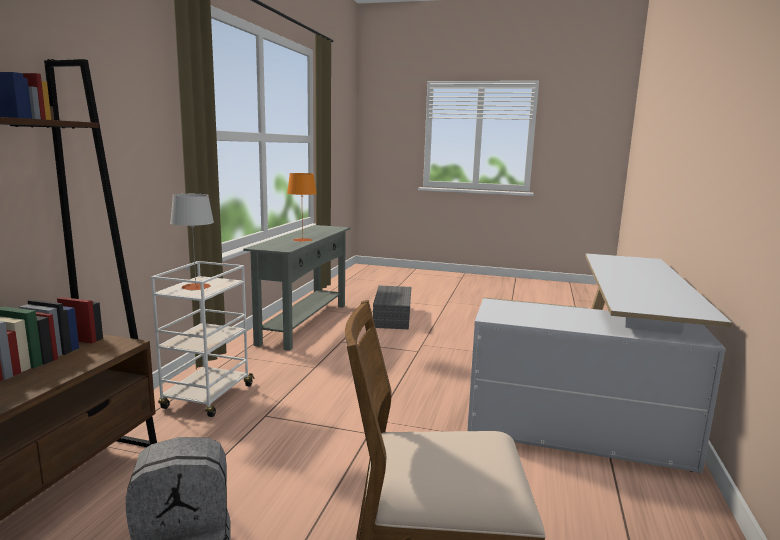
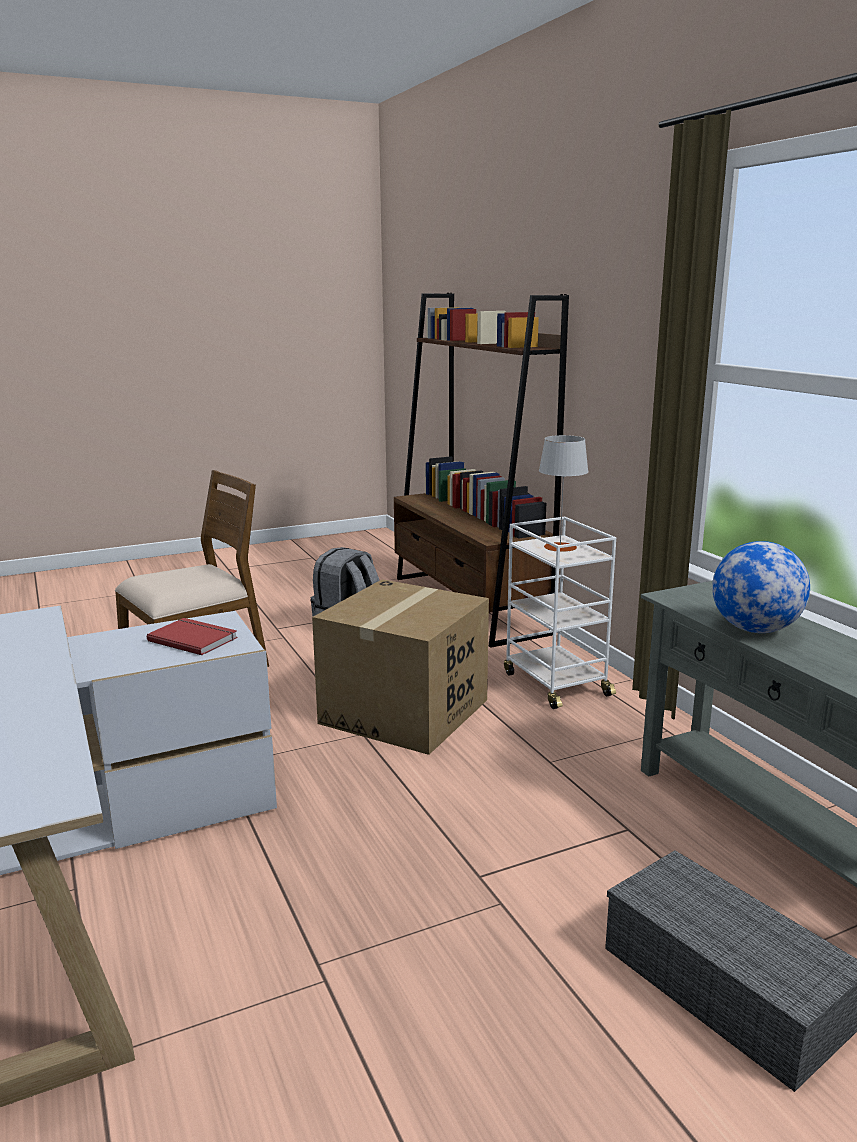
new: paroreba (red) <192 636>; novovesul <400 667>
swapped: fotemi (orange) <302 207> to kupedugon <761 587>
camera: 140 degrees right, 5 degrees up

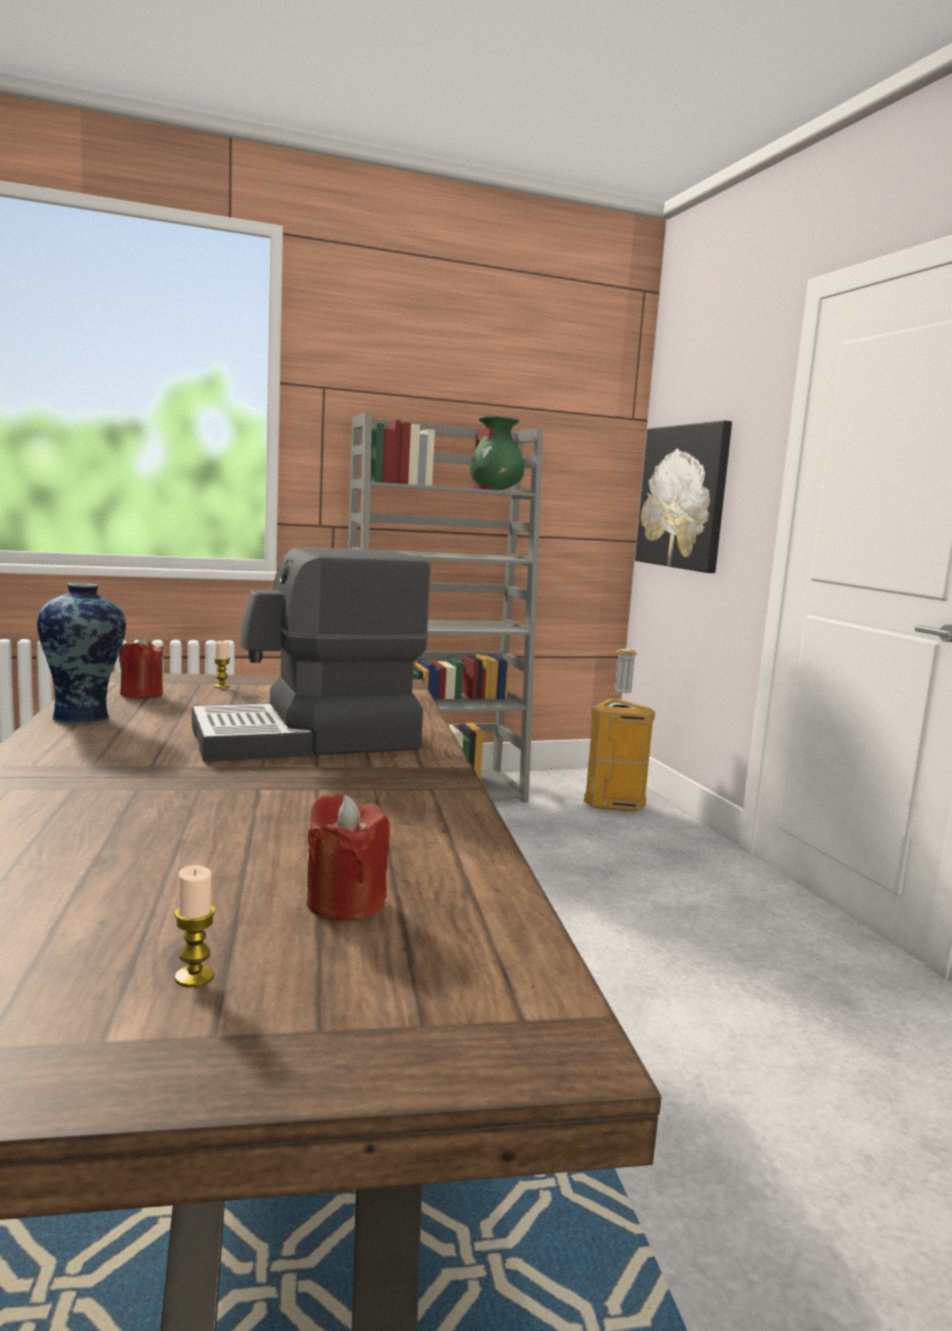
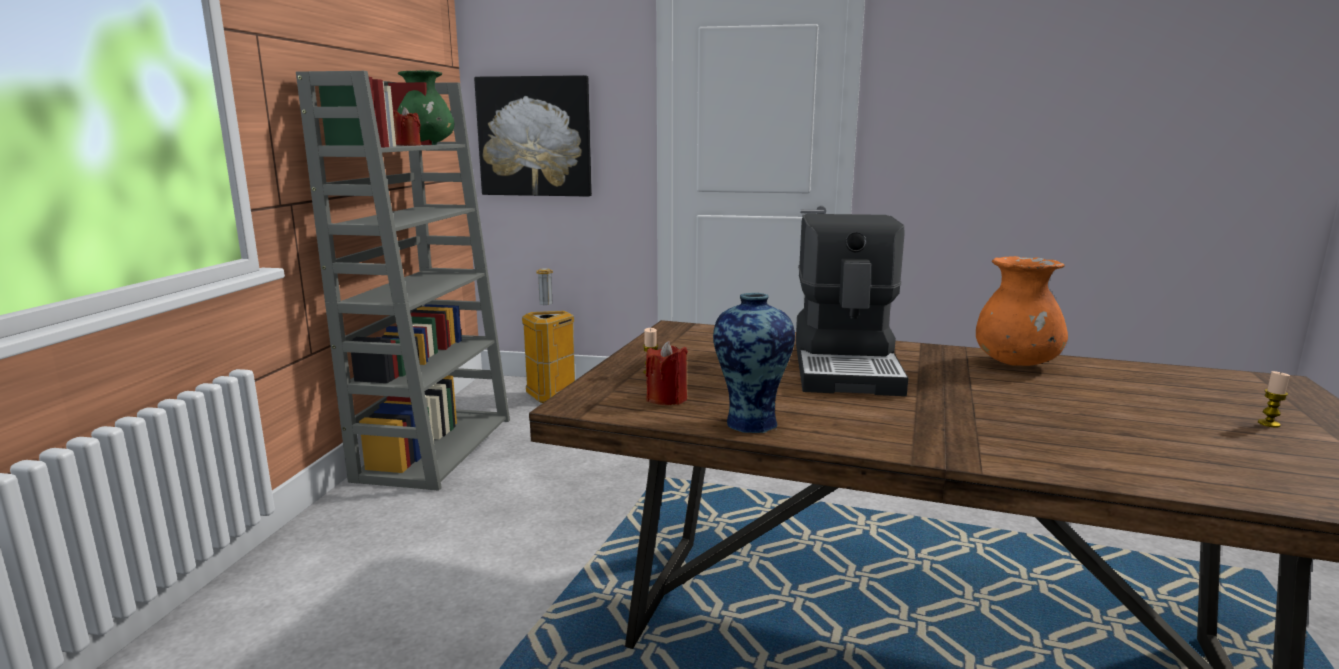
new: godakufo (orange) <1022 311>
shifted: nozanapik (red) <348 857> to <407 126>
camera: 60 degrees left, 5 degrees up

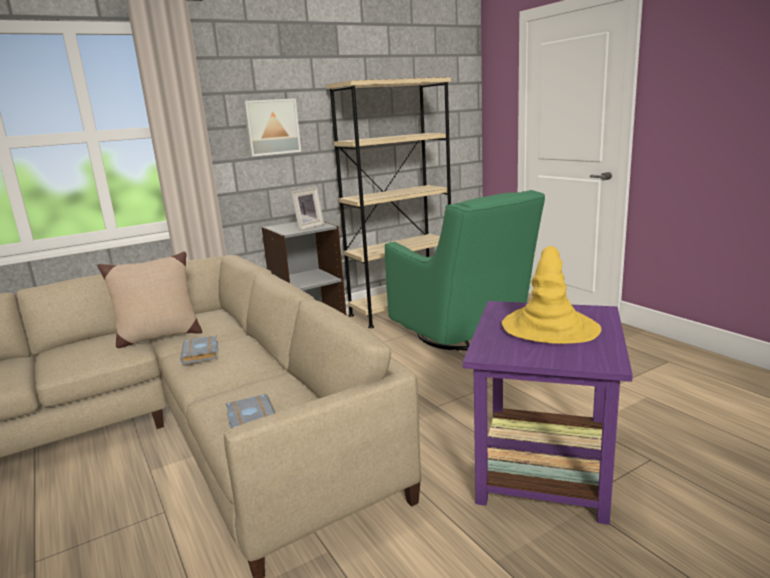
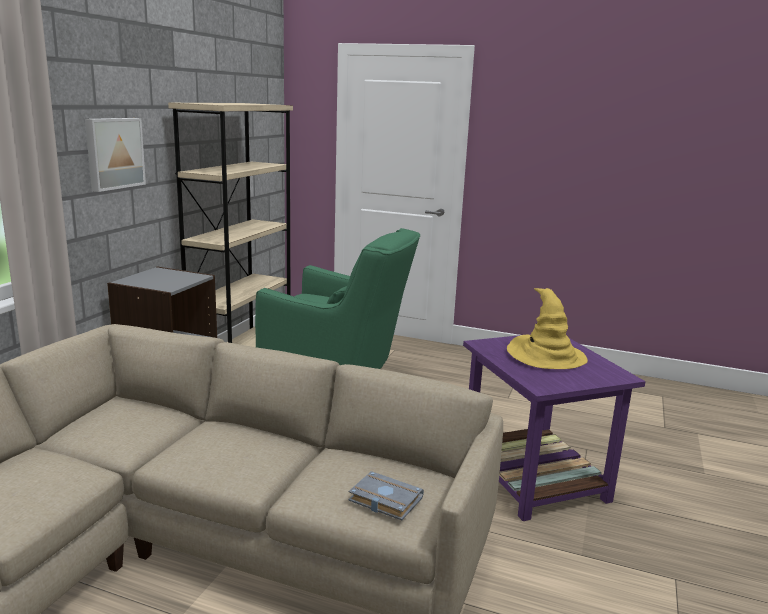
gone: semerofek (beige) <149 299>; paroreba (grey) <199 349>; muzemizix <307 208>
camera: 40 degrees left, 0 degrees up

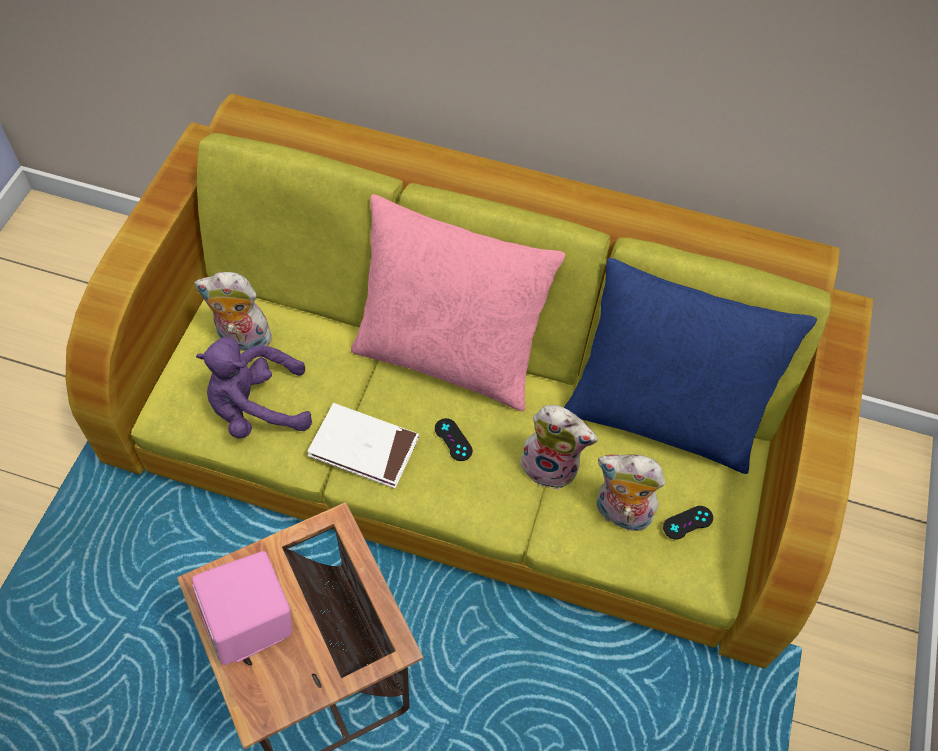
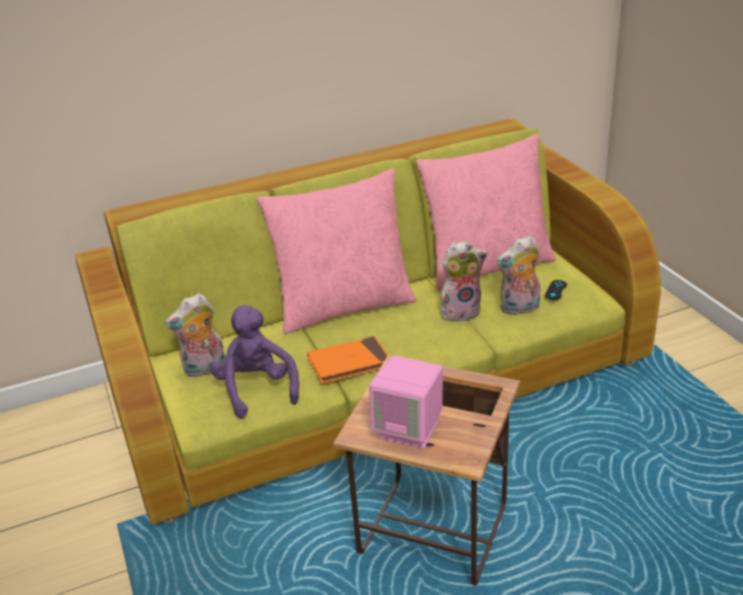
gone: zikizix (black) <454 439>
repainted: paroreba (white) <363 445> to paroreba (orange) <347 359>; semerofek (blue) <690 366> to semerofek (pink) <486 212>
rotated: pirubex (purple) <254 387> = <254 361> 120 degrees clockwise
camera: 35 degrees left, 25 degrees down

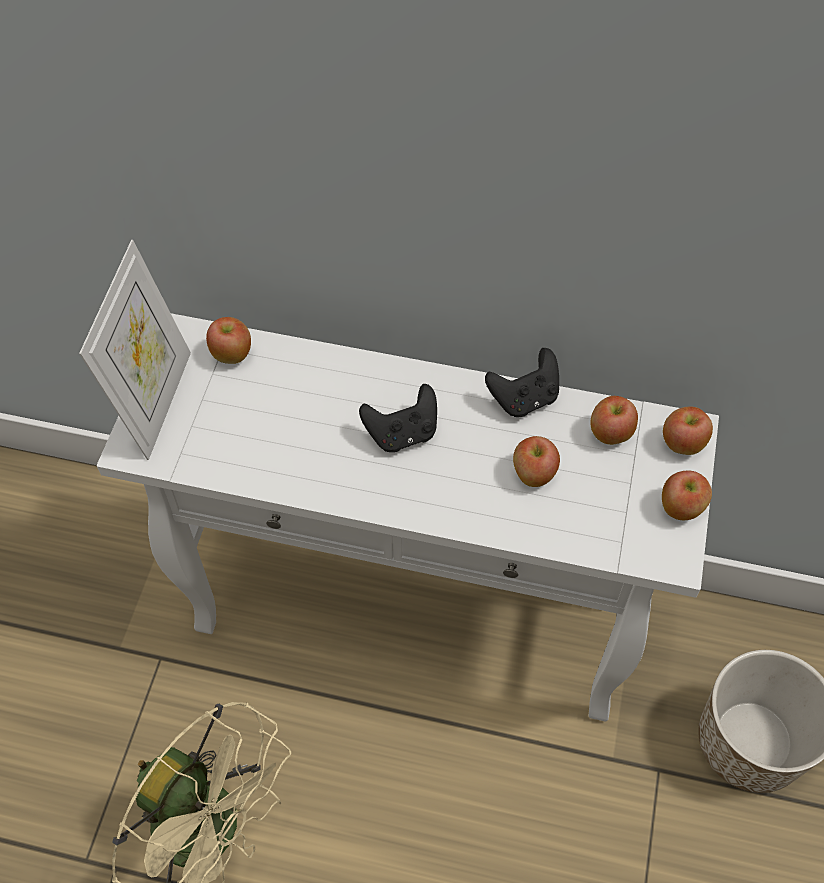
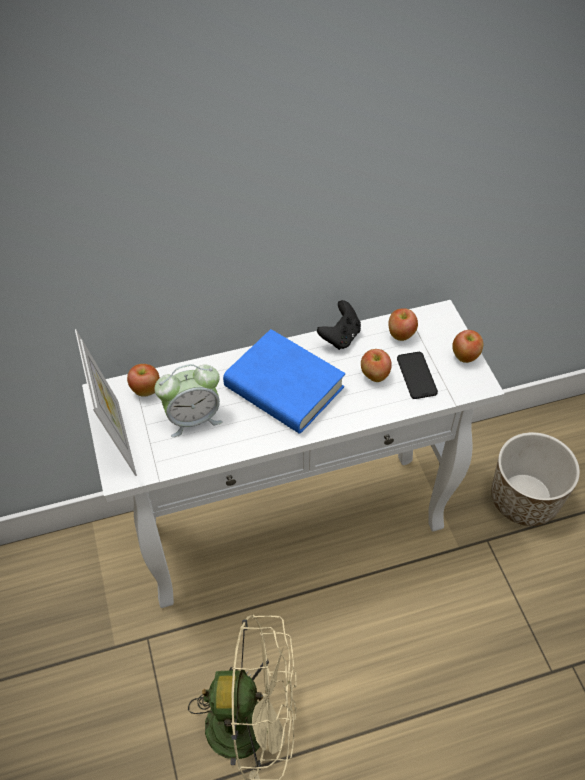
gone: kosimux <688 430>
new: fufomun <189 400>; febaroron <417 375>
swapped: zikizix (black) <398 418> to paroreba (blue) <284 381>
camera: 30 degrees left, 5 degrees down

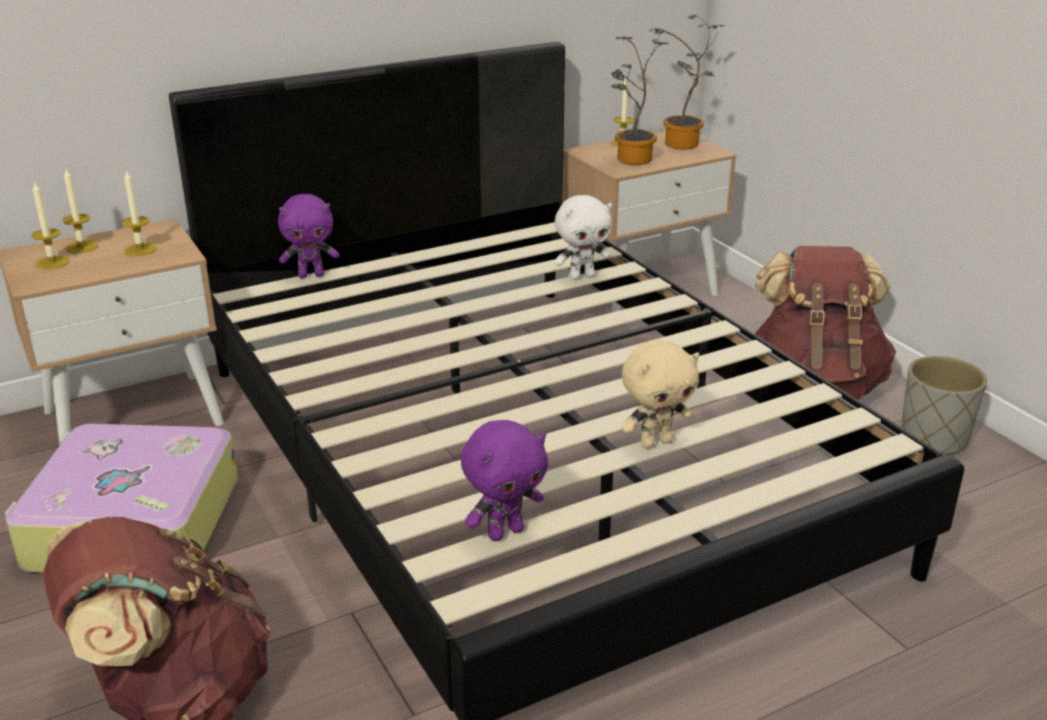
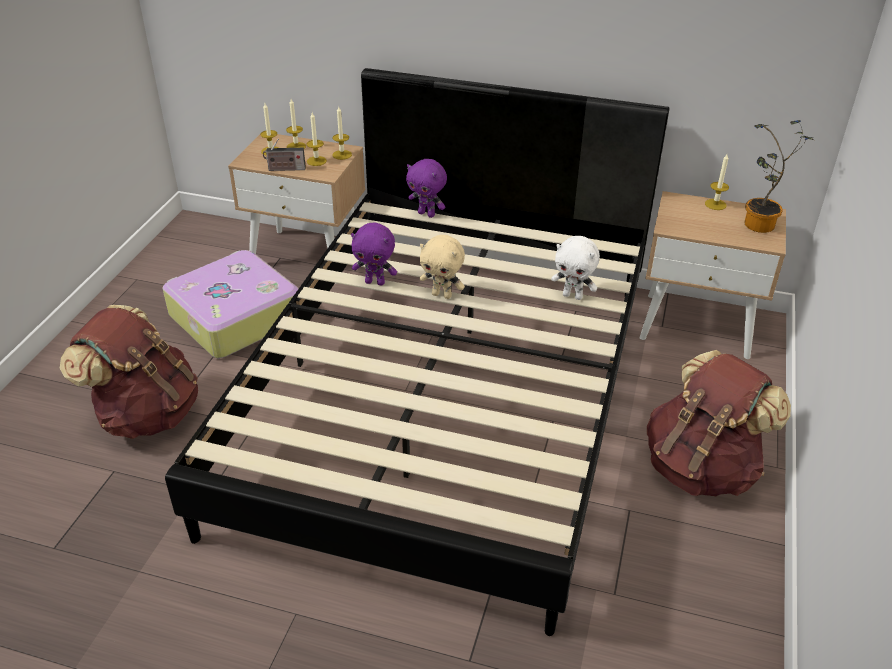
gone: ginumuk <639 96>; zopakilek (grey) <944 406>
new: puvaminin <284 155>; nozanapik <342 133>
shifted: pirubex (purple) <504 480> to <374 254>; pirubex (beige) <660 394> to <442 267>
camera: 45 degrees right, 10 degrees up

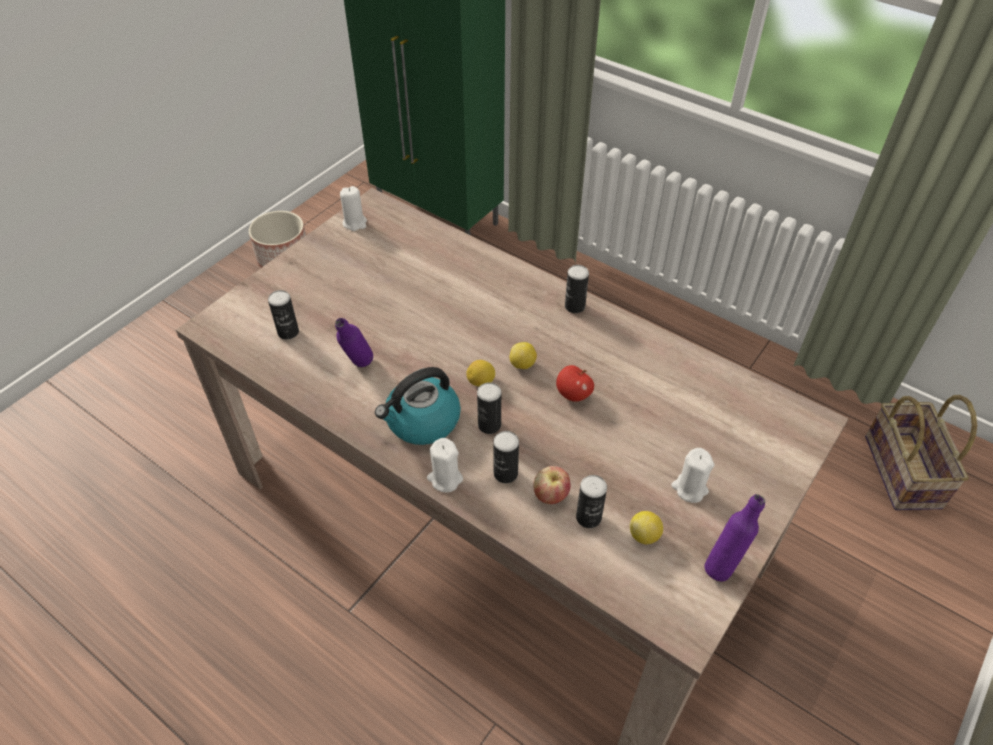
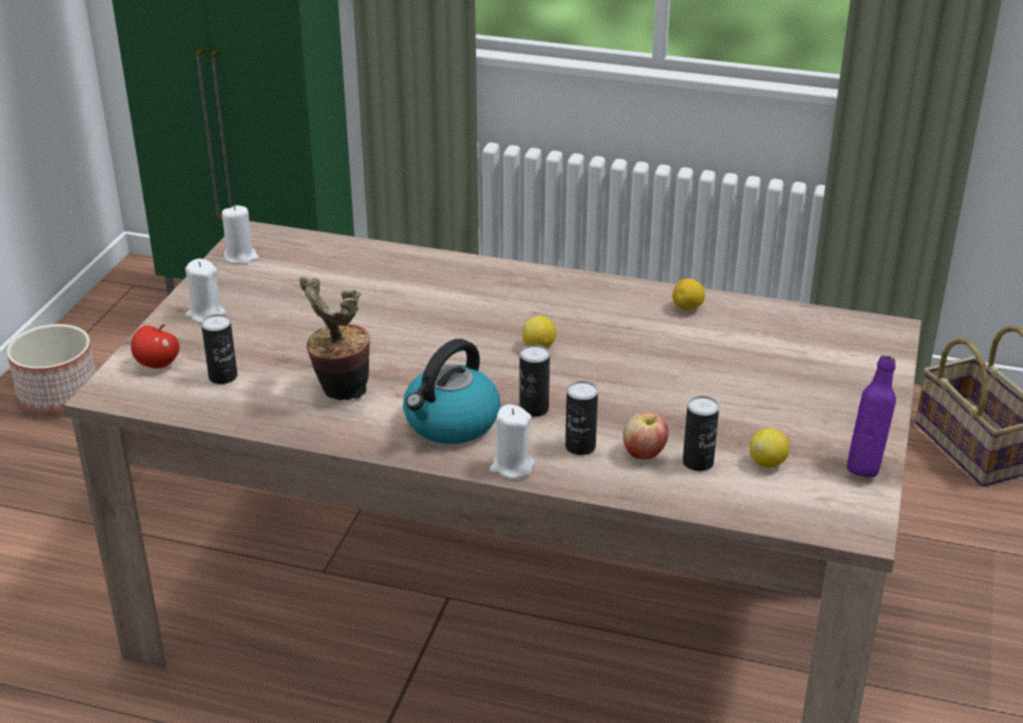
gone: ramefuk <577 289>
shifted: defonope <480 373> to <688 294>; kosimux <575 383> to <155 346>; nozanapik (white) <693 475> to <205 291>
swapped: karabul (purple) <354 342> to ginumuk <334 338>
camera: 20 degrees left, 15 degrees down

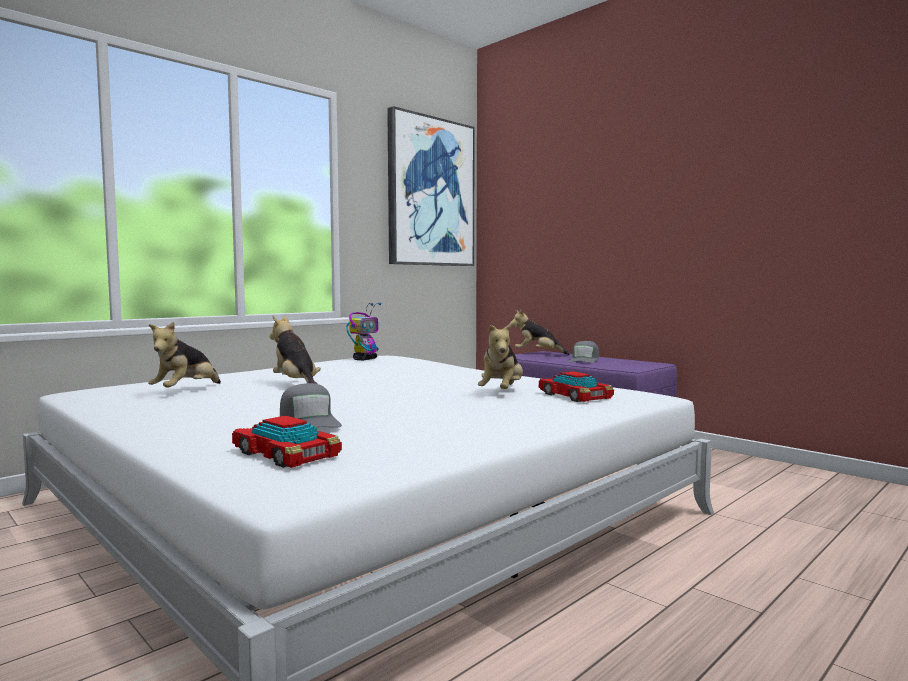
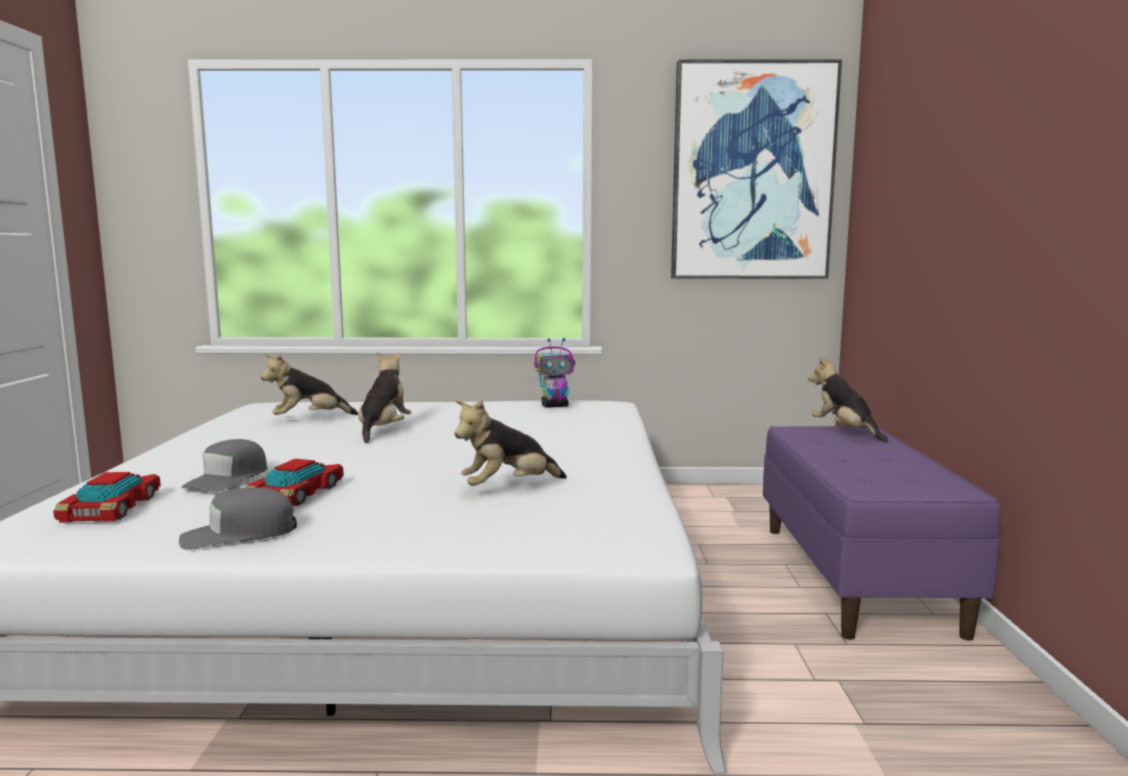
shifted: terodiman <576 386> to <294 482>; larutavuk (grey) <583 352> to <238 518>
camera: 45 degrees right, 5 degrees up

